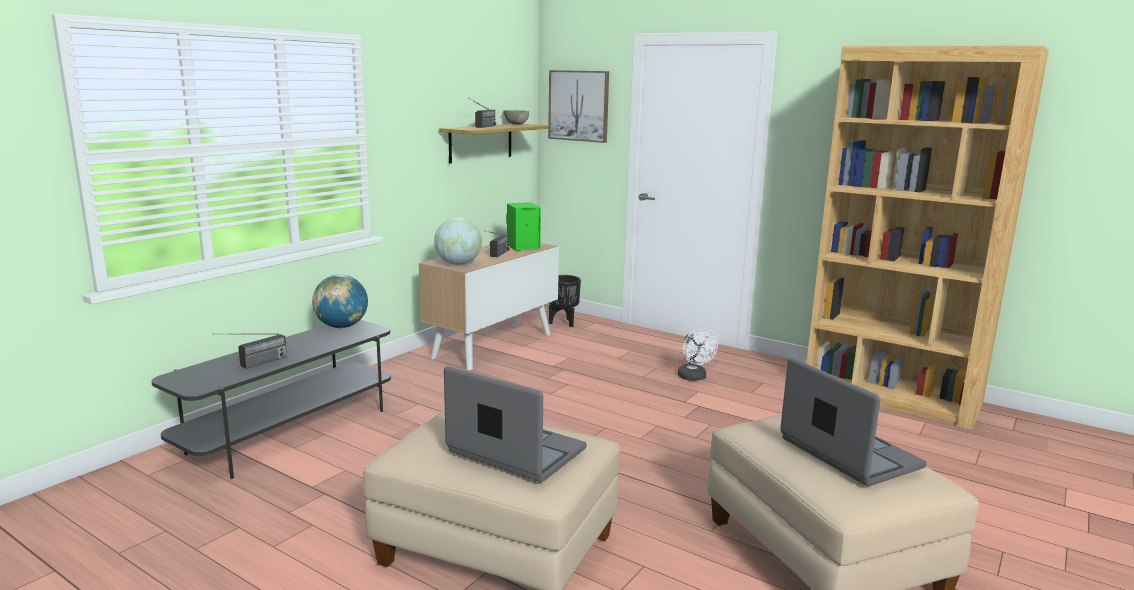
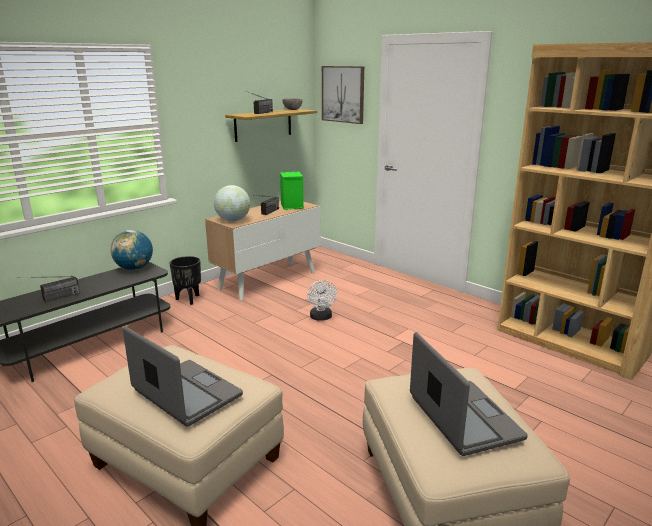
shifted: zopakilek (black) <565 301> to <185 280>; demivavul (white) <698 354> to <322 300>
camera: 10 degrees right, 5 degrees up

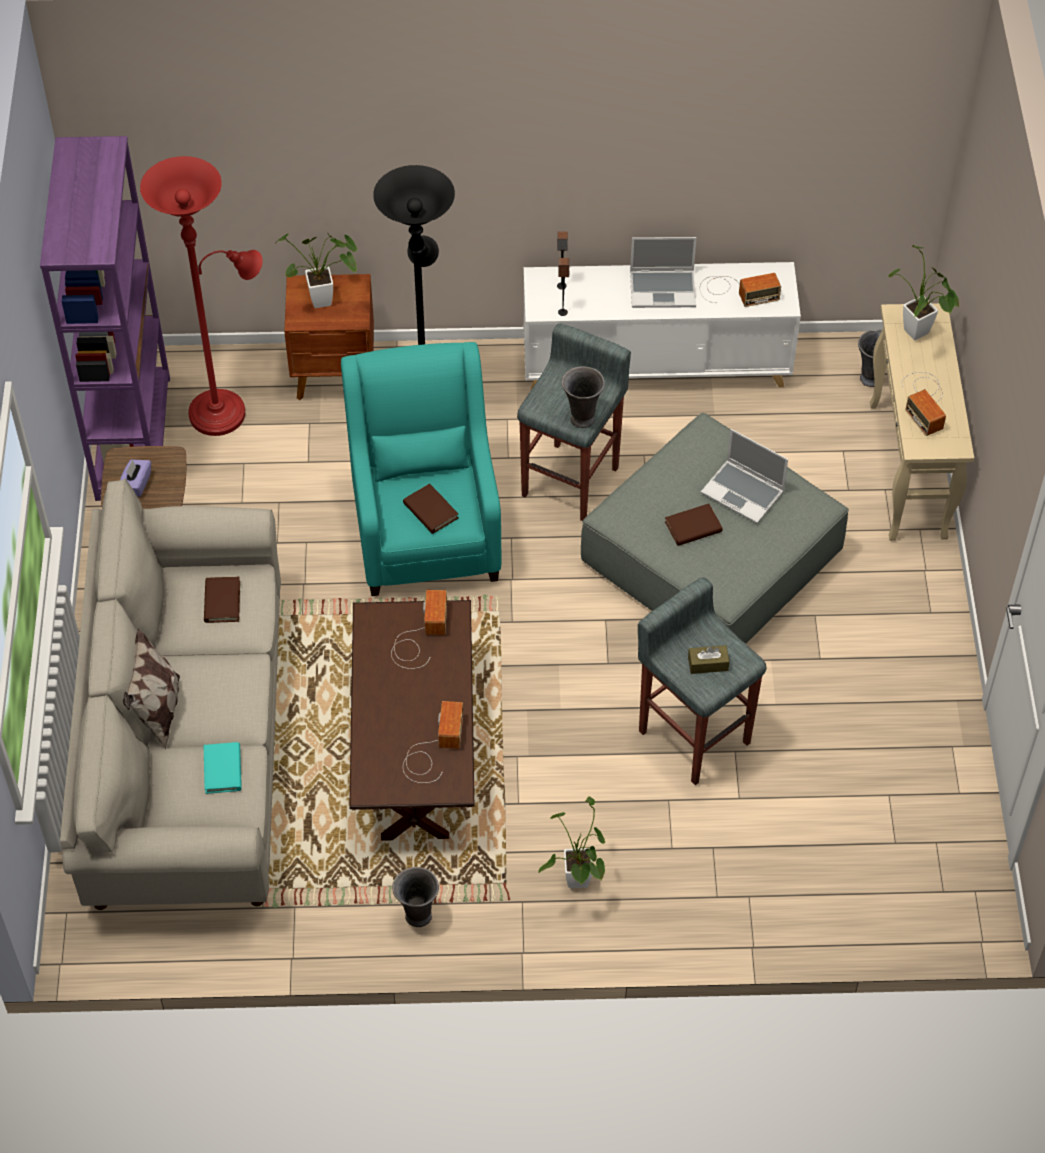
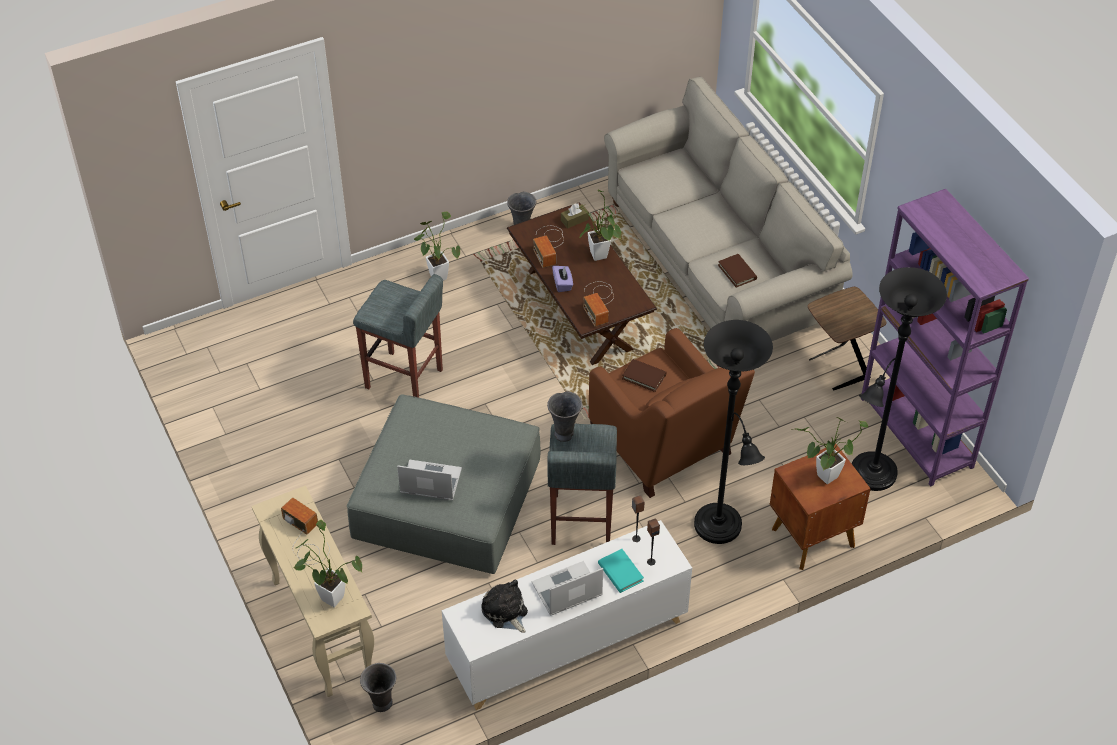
gone: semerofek <151 688>; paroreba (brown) <694 525>
new: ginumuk <599 225>
shifted: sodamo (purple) <135 478> to <562 279>; paroreba (turquoise) <223 768> to <621 571>; sodamo (brown) <708 659> to <575 215>
swapped: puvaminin <740 290> to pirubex <504 606>
repainted: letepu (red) <201 296> to letepu (black) <899 379>; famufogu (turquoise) <421 469> to famufogu (brown) <672 413>
camera: 155 degrees right, 5 degrees down

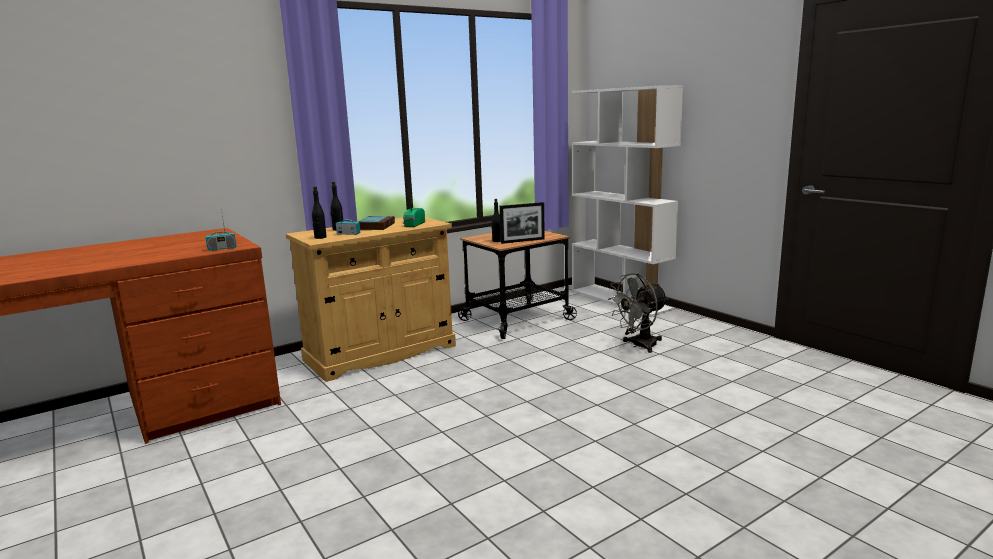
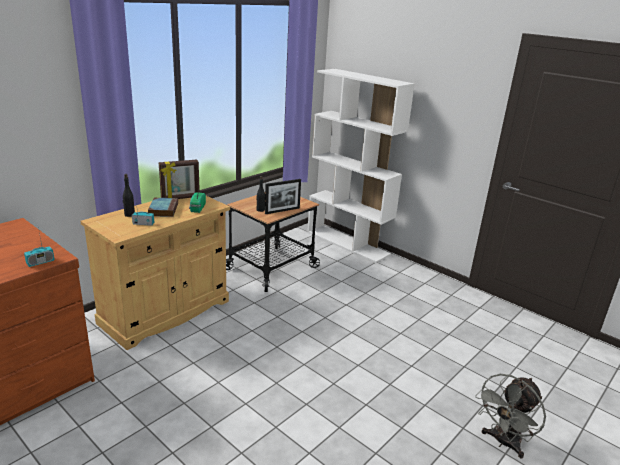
gone: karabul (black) <319 212>
new: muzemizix <179 179>
shifted: demivavul (grey) <638 313> to <510 416>
camera: 15 degrees left, 10 degrees up

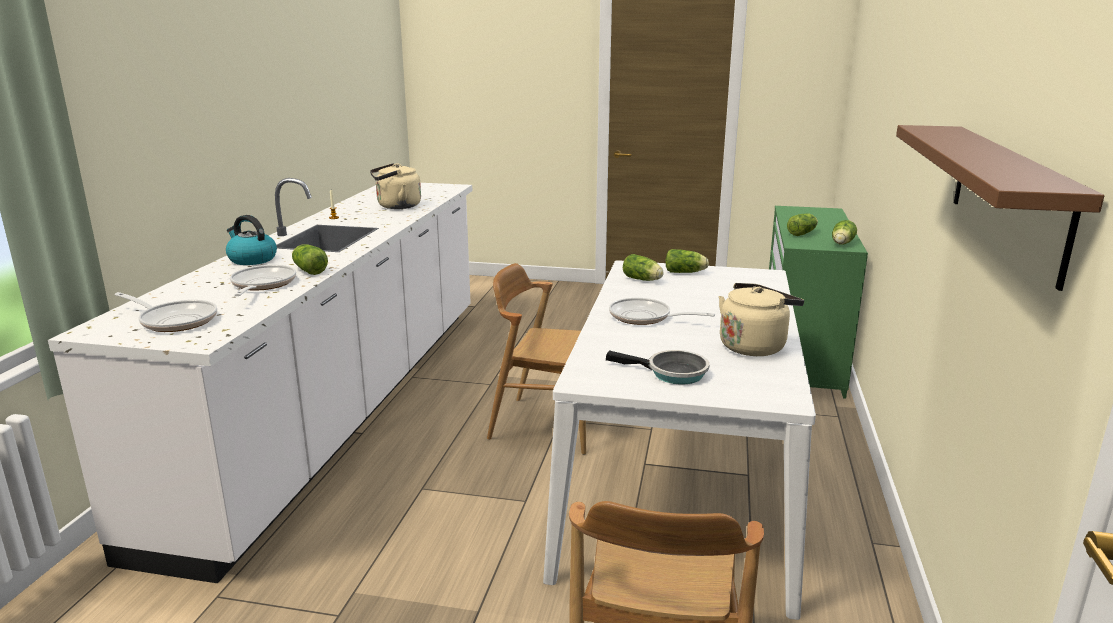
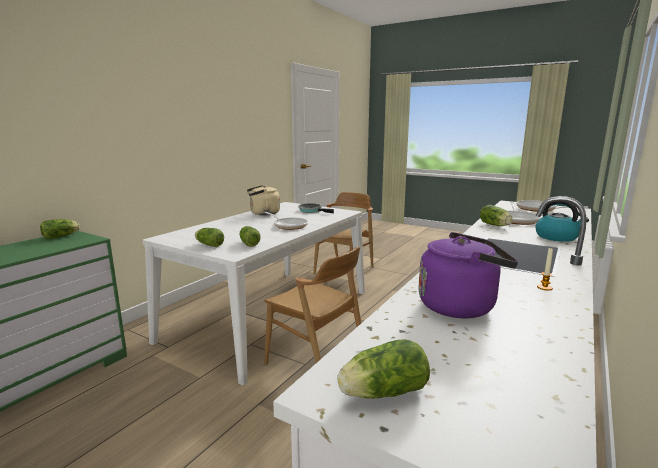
gone: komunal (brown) <1000 208>
shifted: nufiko <802 224> to <383 369>
repainted: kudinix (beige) <395 186> to kudinix (purple) <468 275>
camera: 160 degrees left, 5 degrees down

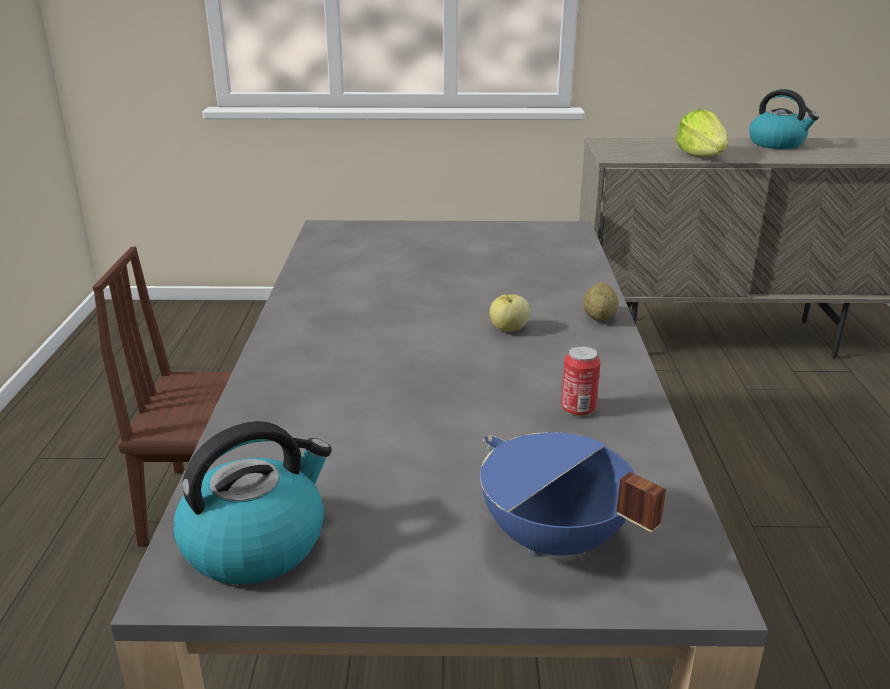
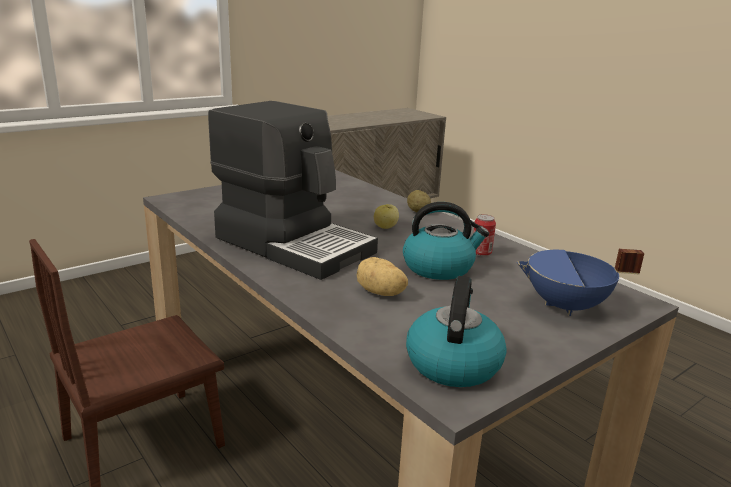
gone: nufiko <702 133>
new: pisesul <293 190>; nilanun <382 276>
shifted: kudinix <784 119> to <446 241>
camera: 40 degrees left, 5 degrees down

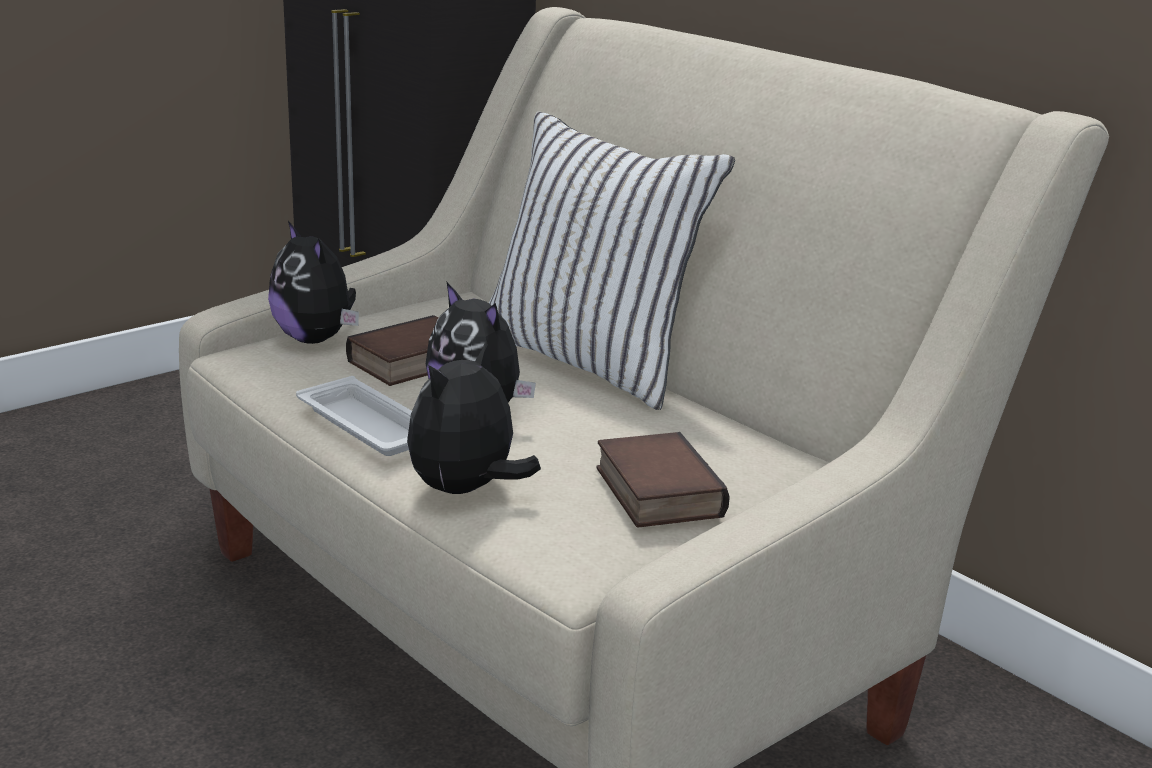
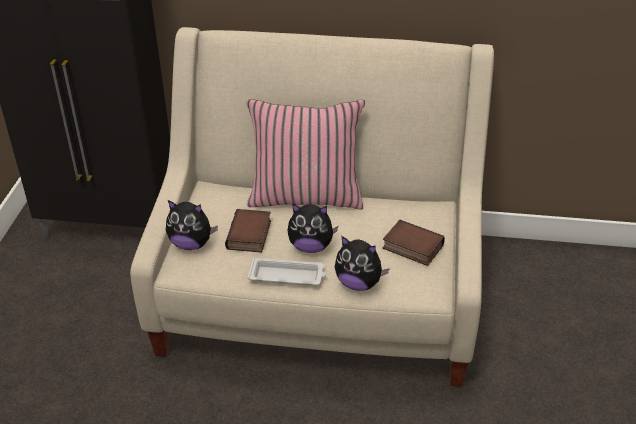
repainted: semerofek (white) <612 260> to semerofek (pink) <305 154>
rotated: pirubex <474 417> = <362 263> 60 degrees counterclockwise
camera: 40 degrees left, 15 degrees up

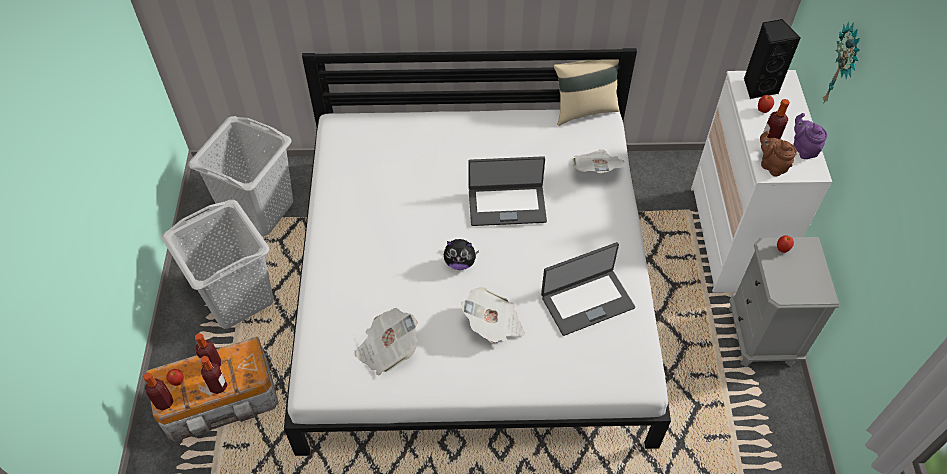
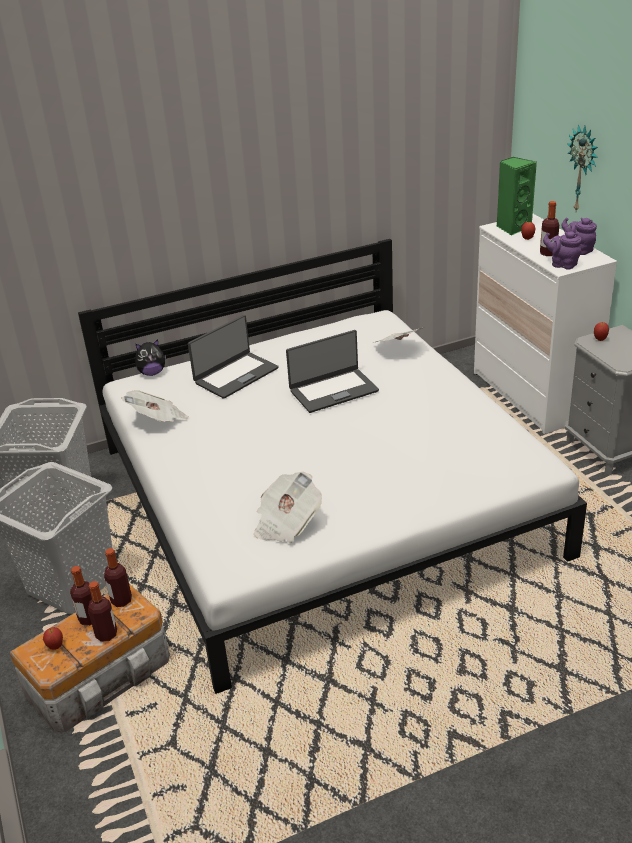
gone: semerofek (beige) <587 92>
shifted: karabul <158 392> to <118 577>; pirubex <461 254> to <150 357>; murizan <493 315> to <155 406>; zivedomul <588 289> to <233 357>
repainted: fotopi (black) <772 59> to fotopi (green) <517 196>; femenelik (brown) <778 154> to femenelik (purple) <562 250>
camera: 20 degrees left, 20 degrees down

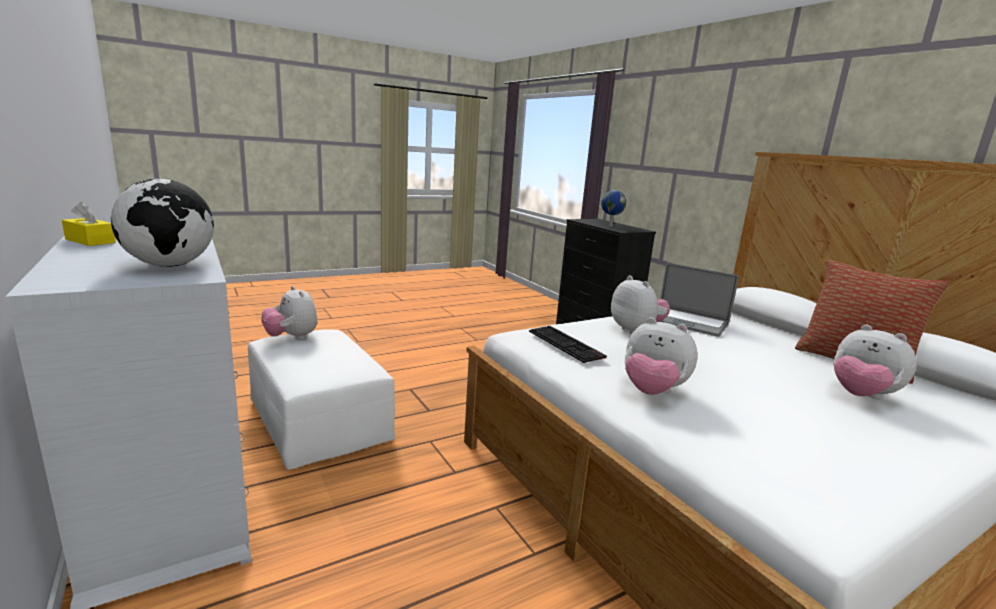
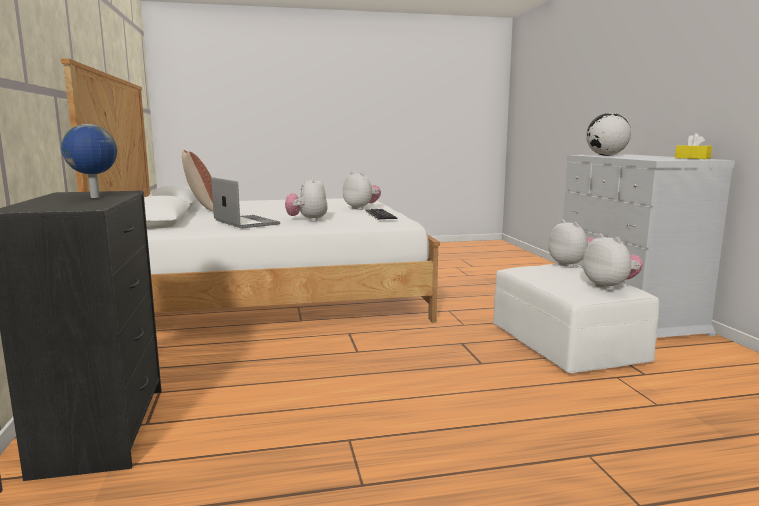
shifted: pirubex <874 362> to <571 243>
camera: 160 degrees left, 5 degrees down

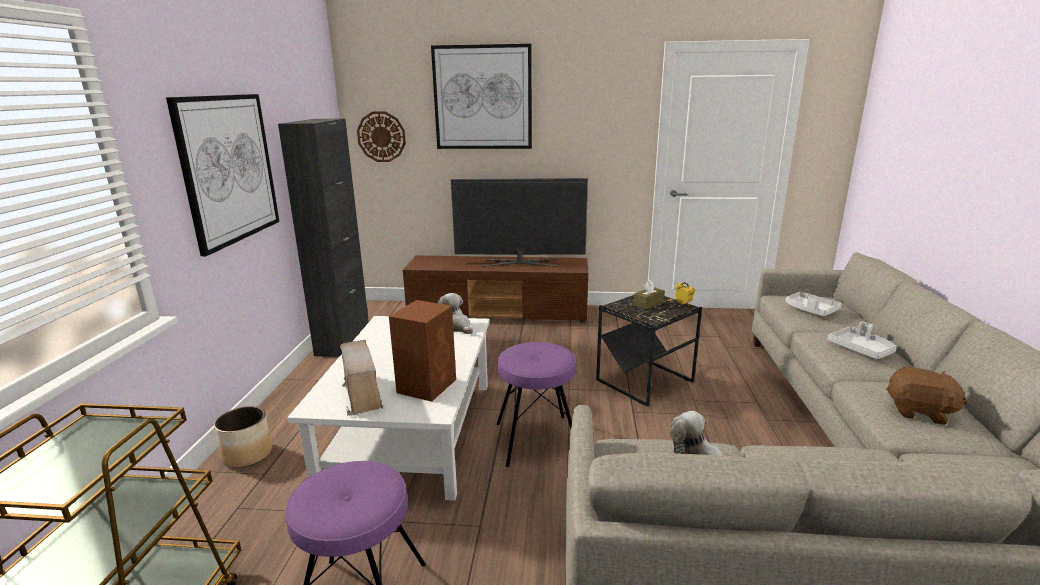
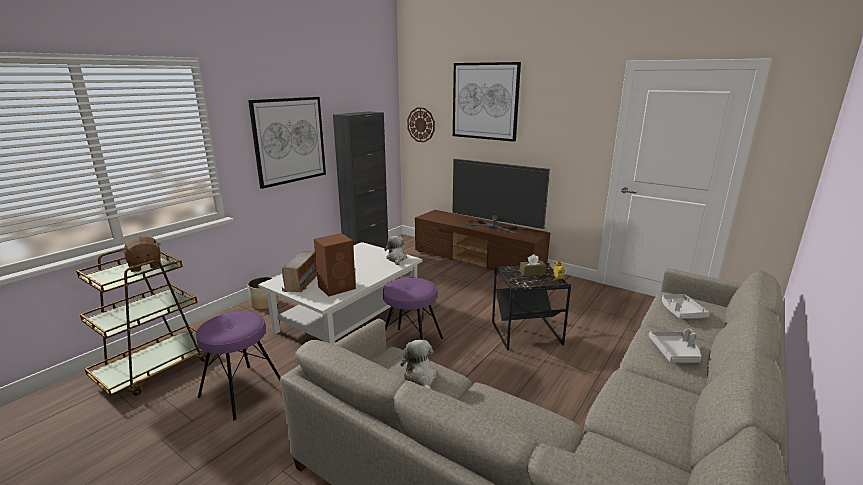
shifted: pirubex (brown) <927 396> to <141 254>
camera: 30 degrees right, 0 degrees up

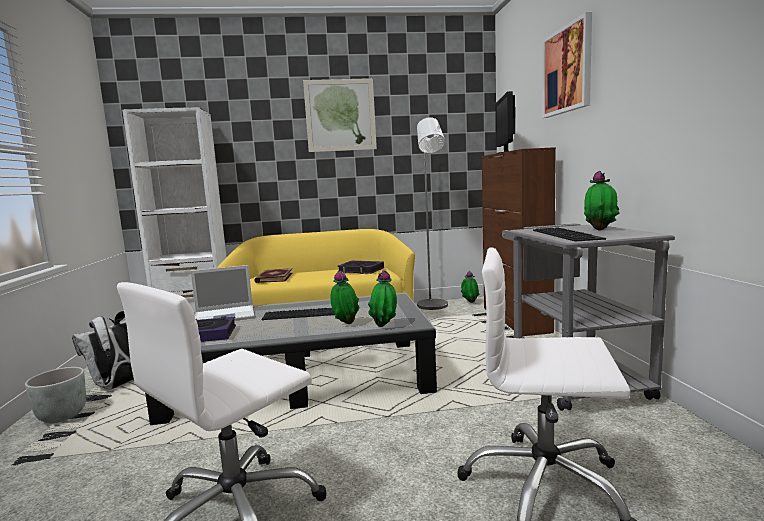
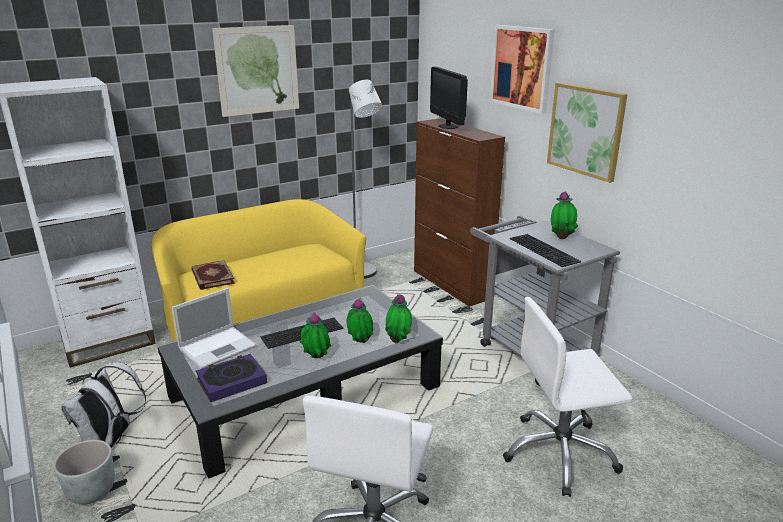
gone: paroreba <360 267>
new: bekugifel <587 132>
shifted: ginumuk <470 287> to <315 335>
camera: 25 degrees left, 15 degrees up

